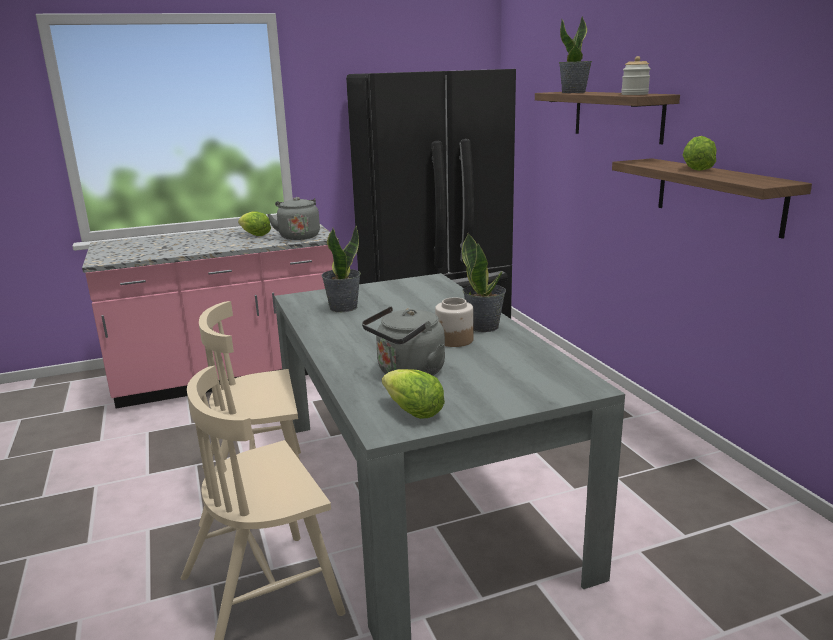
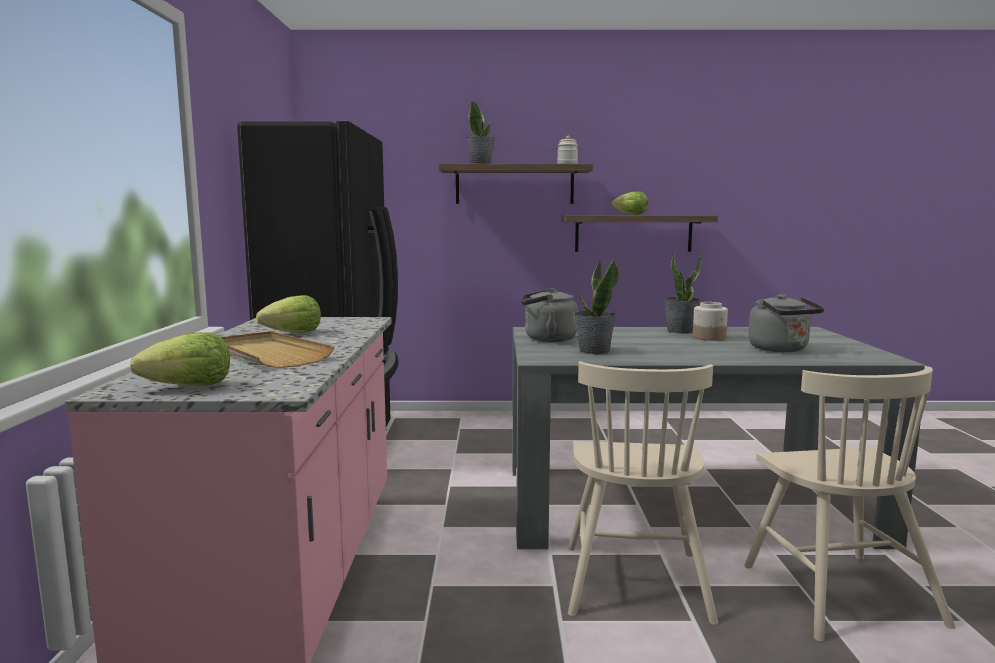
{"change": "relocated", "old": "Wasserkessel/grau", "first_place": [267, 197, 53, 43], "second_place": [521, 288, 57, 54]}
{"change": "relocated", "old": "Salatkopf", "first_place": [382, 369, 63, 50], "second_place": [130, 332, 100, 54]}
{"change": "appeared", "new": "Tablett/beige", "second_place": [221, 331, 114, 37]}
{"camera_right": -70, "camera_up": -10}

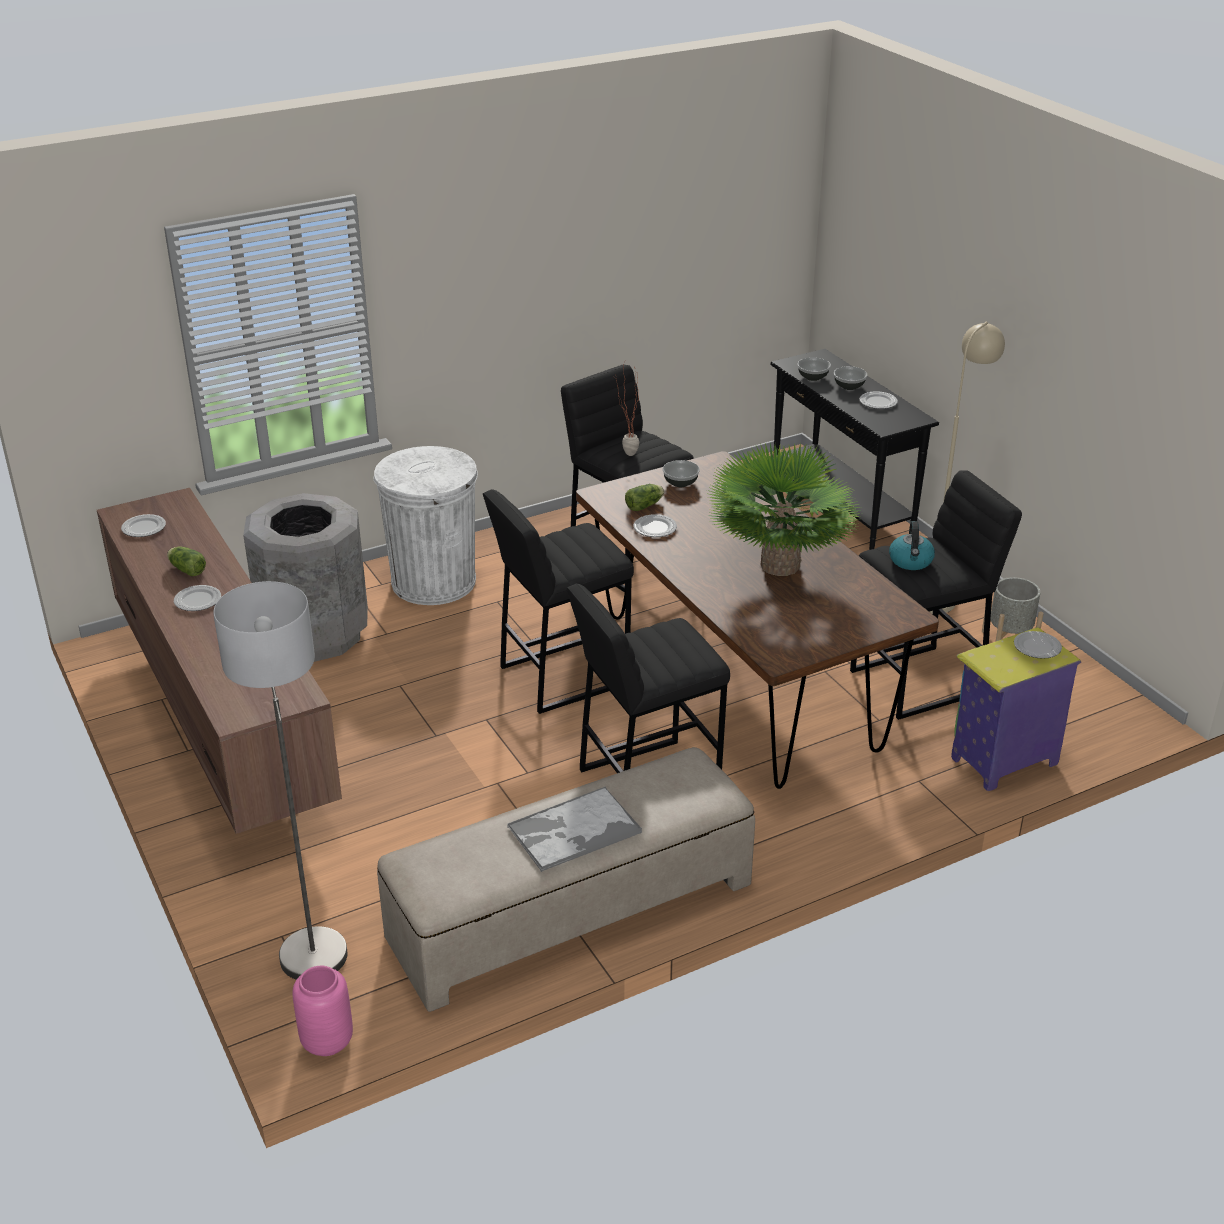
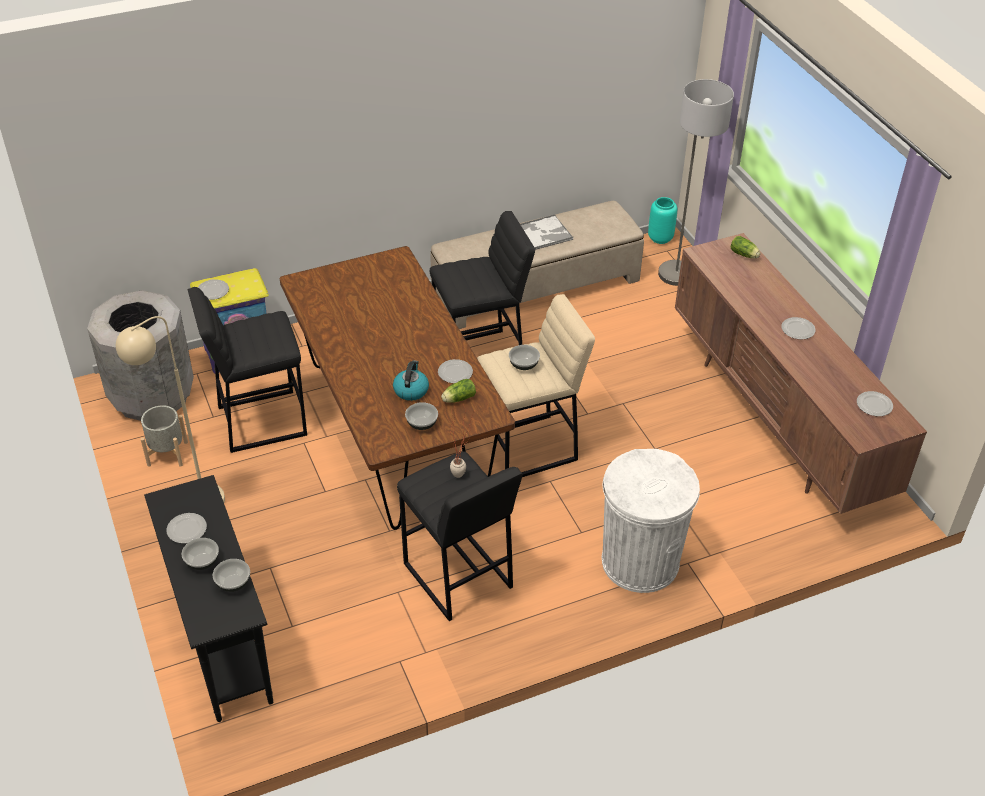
{"change": "relocated", "old": "Salatkopf", "first_place": [167, 546, 39, 30], "second_place": [731, 236, 29, 23]}
{"change": "relocated", "old": "Mülleimer/grau", "first_place": [243, 493, 125, 169], "second_place": [87, 290, 107, 131]}
{"change": "colour", "old": "Vase/rosa", "new": "Vase/türkis", "first_place": [292, 966, 61, 90], "second_place": [648, 197, 29, 47]}
{"change": "colour", "old": "Hocker/schwarz", "new": "Hocker/beige", "first_place": [483, 489, 151, 225], "second_place": [477, 294, 118, 183]}
{"change": "missing", "old": "Topfpflanze", "first_place": [707, 443, 156, 133]}
{"change": "relocated", "old": "Wasserkessel", "first_place": [889, 521, 46, 49], "second_place": [393, 360, 36, 41]}
{"change": "appeared", "new": "Schüssel", "second_place": [509, 345, 31, 25]}
{"camera_right": -175, "camera_up": 10}

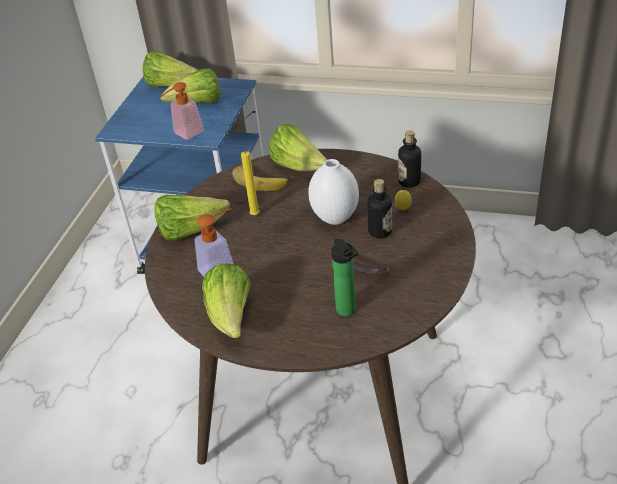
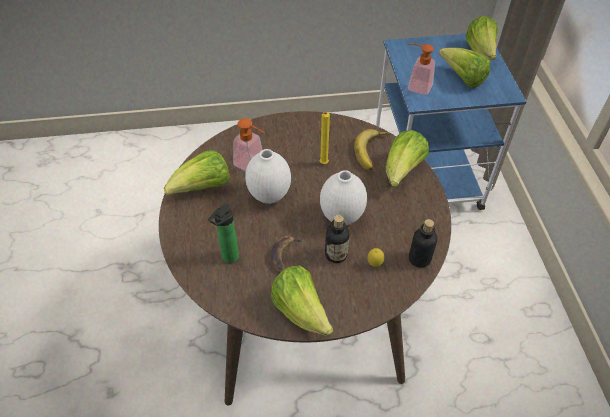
{"change": "relocated", "old": "Salatkopf", "first_place": [154, 195, 76, 46], "second_place": [271, 265, 62, 71]}
{"change": "appeared", "new": "Vase/weiß", "second_place": [245, 149, 46, 55]}
{"camera_right": 65, "camera_up": 10}

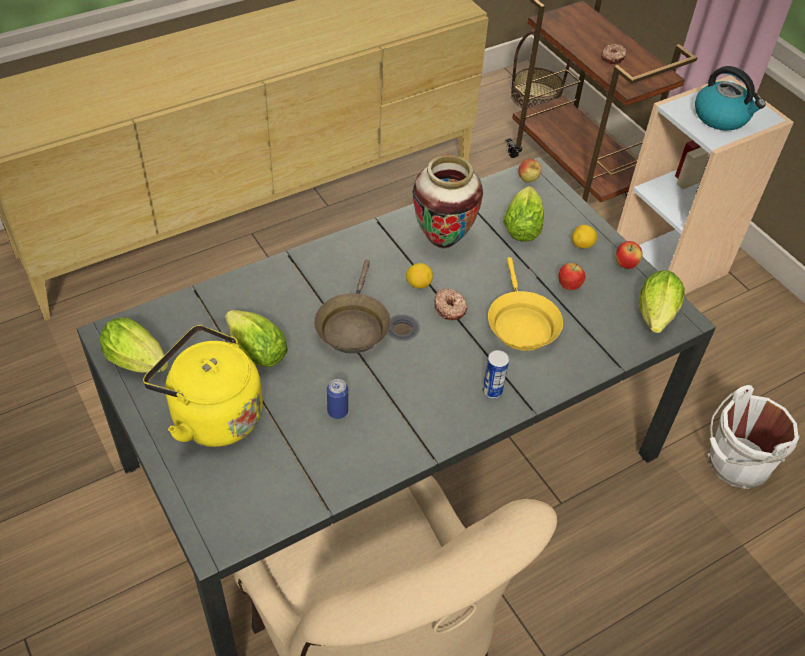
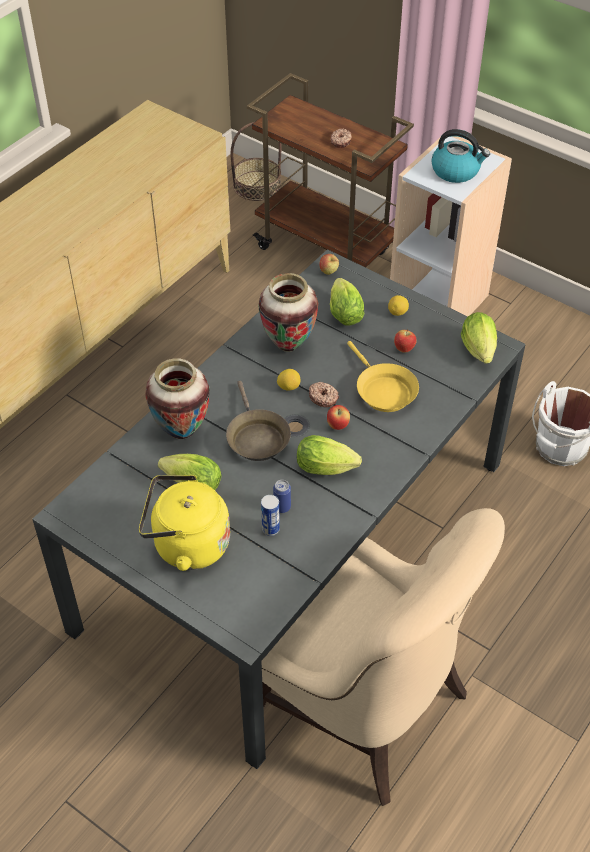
{"change": "relocated", "old": "Salatkopf", "first_place": [100, 318, 69, 55], "second_place": [297, 435, 65, 40]}
{"change": "relocated", "old": "Dose", "first_place": [482, 350, 27, 49], "second_place": [261, 495, 19, 41]}
{"change": "relocated", "old": "Apfel", "first_place": [616, 241, 27, 28], "second_place": [327, 405, 23, 25]}
{"change": "appeared", "new": "Vase", "second_place": [145, 358, 65, 81]}
{"camera_right": -20, "camera_up": 0}

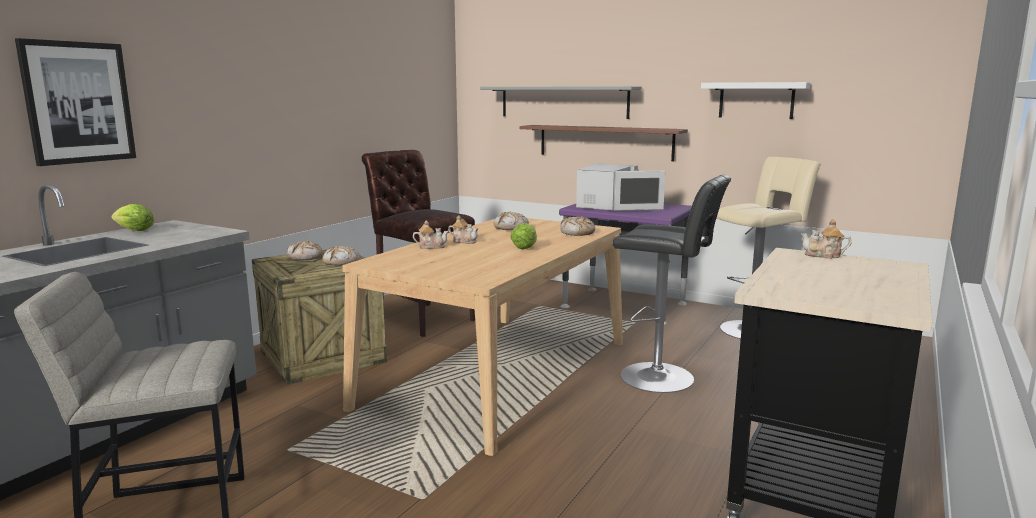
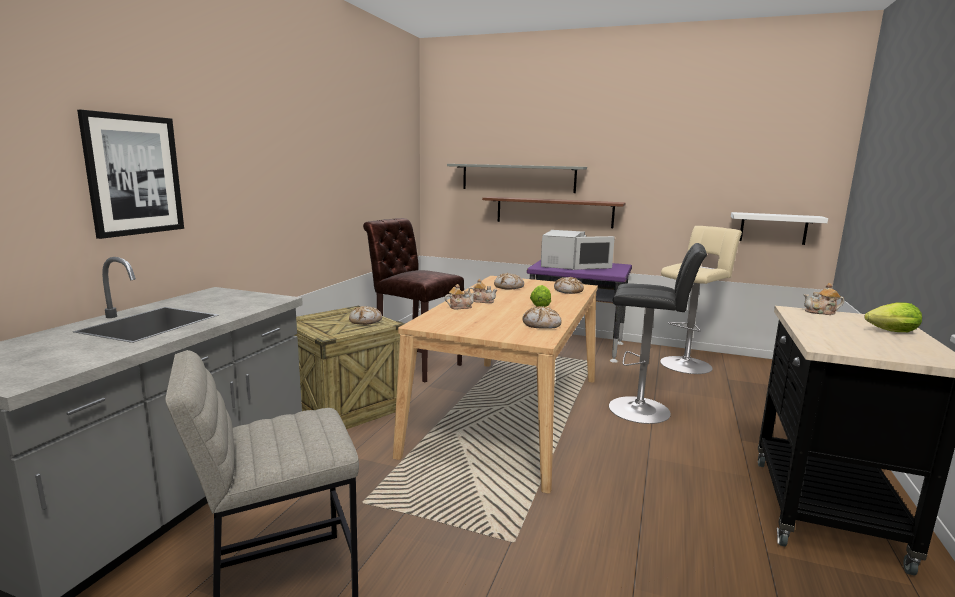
{"change": "relocated", "old": "Salatkopf", "first_place": [111, 204, 43, 27], "second_place": [864, 303, 58, 29]}
{"change": "relocated", "old": "Brot", "first_place": [287, 241, 36, 19], "second_place": [522, 306, 40, 23]}
{"change": "relocated", "old": "Wandregal/weiß", "first_place": [701, 82, 110, 37], "second_place": [731, 212, 97, 33]}
{"camera_right": -10, "camera_up": 0}

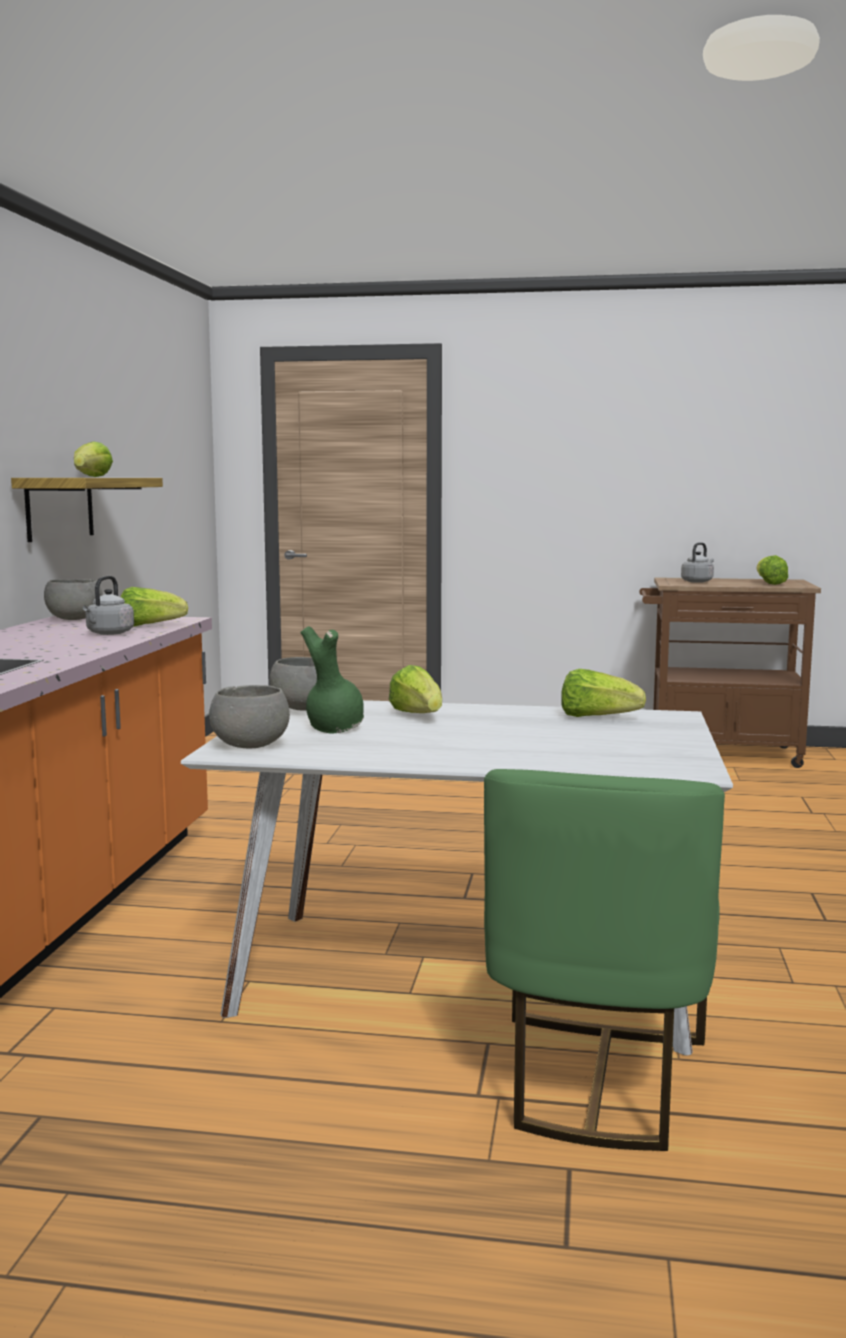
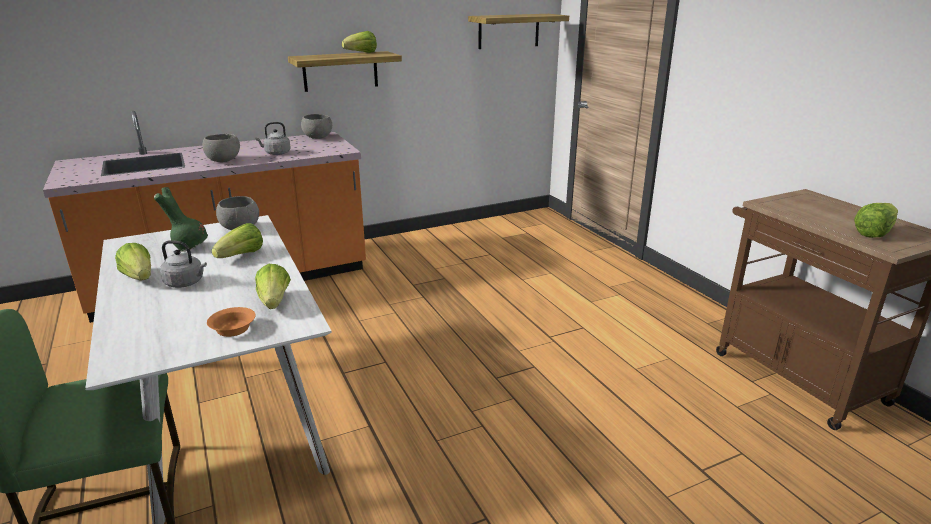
{"change": "relocated", "old": "Salatkopf", "first_place": [121, 587, 67, 40], "second_place": [115, 243, 36, 37]}
{"change": "relocated", "old": "Schüssel/grau", "first_place": [209, 685, 81, 63], "second_place": [202, 134, 38, 28]}
{"change": "relocated", "old": "Wasserkessel/grau", "first_place": [681, 542, 33, 41], "second_place": [160, 240, 47, 48]}
{"change": "appeared", "new": "Schüssel/orange", "second_place": [207, 307, 49, 30]}
{"change": "appeared", "new": "Wandregal", "second_place": [468, 14, 101, 35]}
{"camera_right": 55, "camera_up": 15}

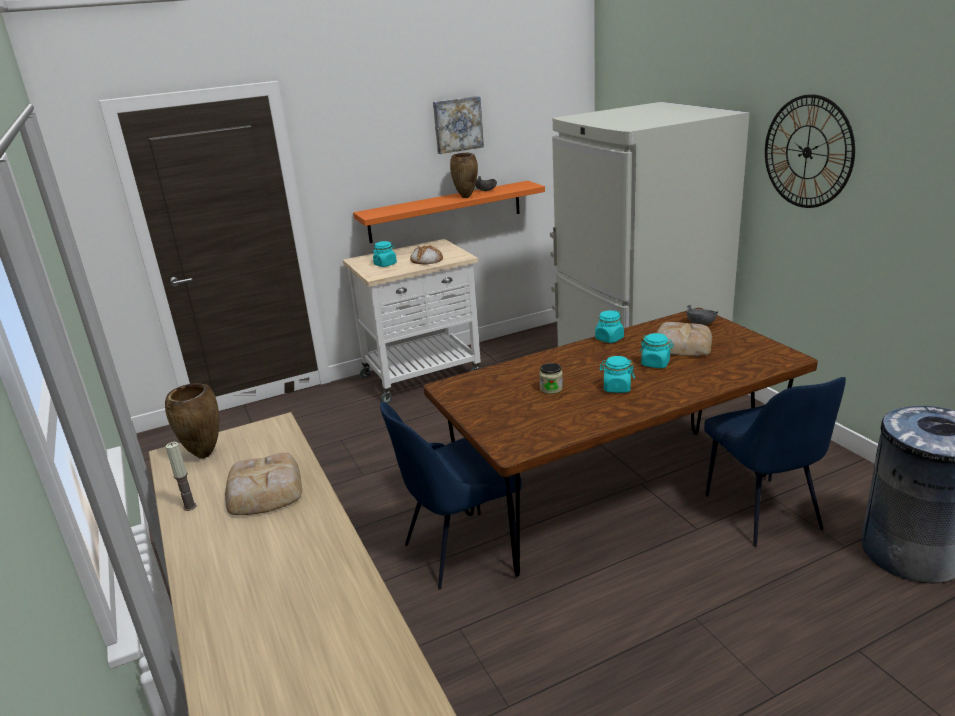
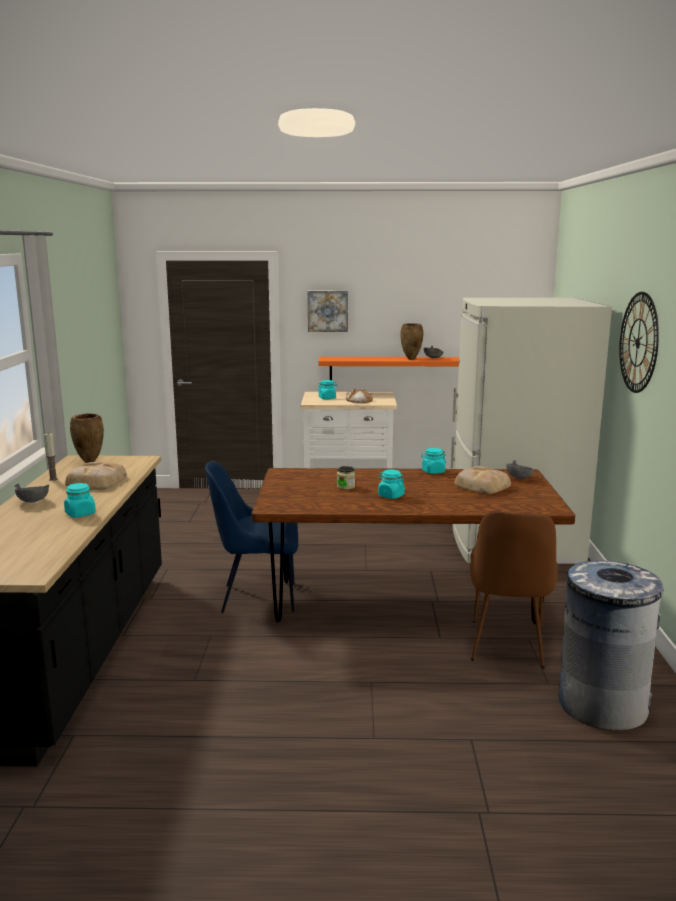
{"change": "relocated", "old": "Bild", "first_place": [433, 96, 51, 58], "second_place": [308, 291, 40, 41]}
{"change": "relocated", "old": "Vorratsglas/türkis", "first_place": [639, 333, 35, 35], "second_place": [64, 483, 32, 35]}
{"change": "colour", "old": "Stuhl/blau", "new": "Stuhl/braun", "first_place": [704, 377, 142, 170], "second_place": [470, 511, 87, 158]}
{"change": "appeared", "new": "Schüssel/grau", "second_place": [15, 483, 34, 20]}
{"camera_right": 25, "camera_up": -10}

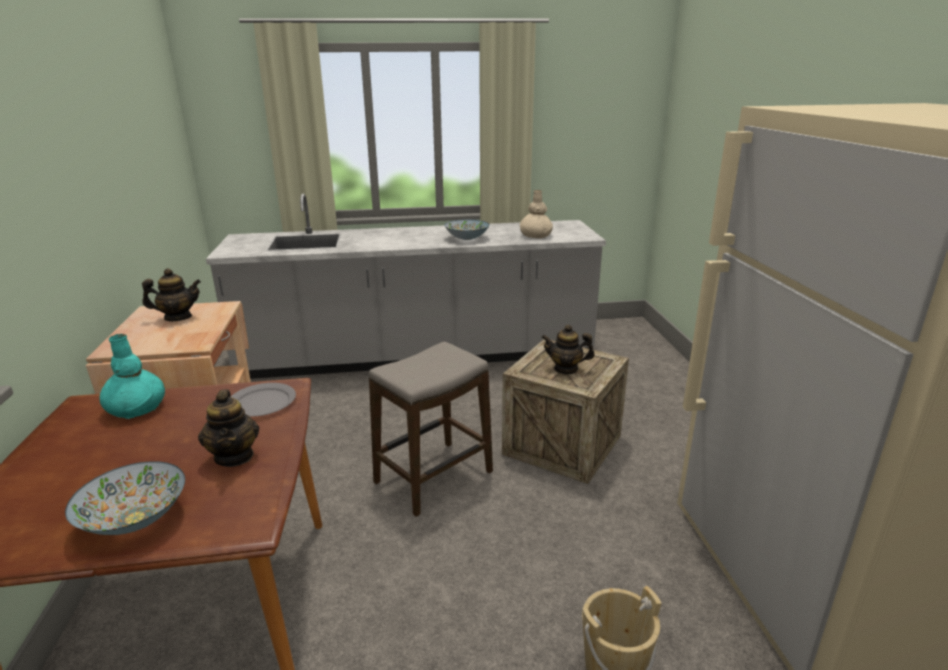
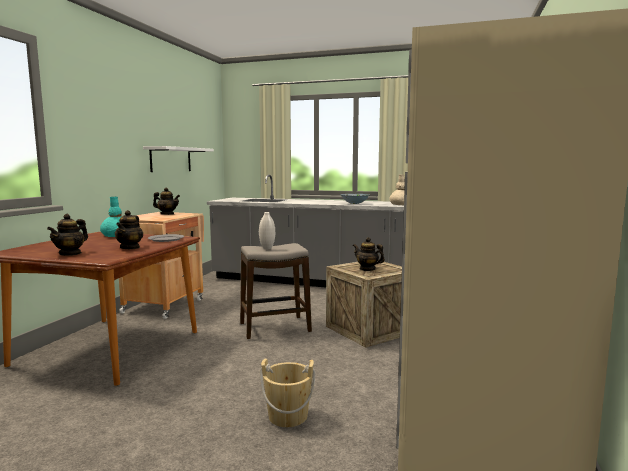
{"change": "exchanged", "old": "Schüssel", "new": "Teekanne", "first_place": [65, 461, 120, 74], "second_place": [47, 214, 41, 42]}
{"change": "appeared", "new": "Wandregal/weiß", "second_place": [143, 146, 71, 26]}
{"change": "appeared", "new": "Vase/weiß", "second_place": [259, 212, 16, 37]}
{"camera_right": 25, "camera_up": -15}

